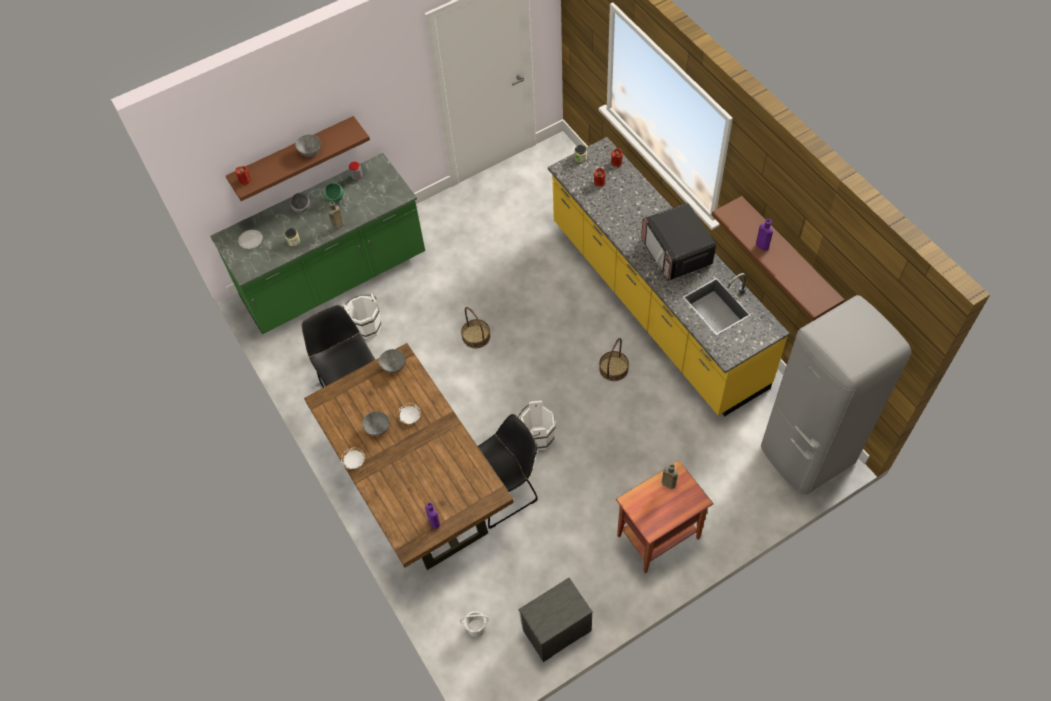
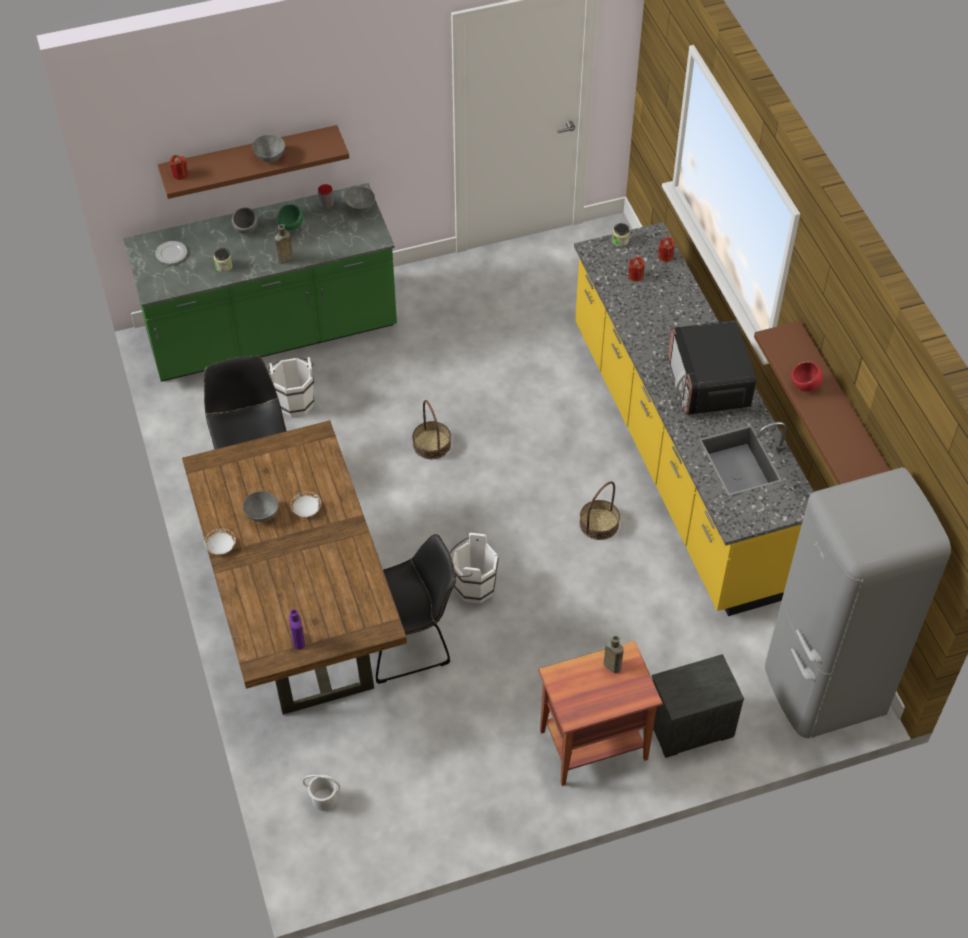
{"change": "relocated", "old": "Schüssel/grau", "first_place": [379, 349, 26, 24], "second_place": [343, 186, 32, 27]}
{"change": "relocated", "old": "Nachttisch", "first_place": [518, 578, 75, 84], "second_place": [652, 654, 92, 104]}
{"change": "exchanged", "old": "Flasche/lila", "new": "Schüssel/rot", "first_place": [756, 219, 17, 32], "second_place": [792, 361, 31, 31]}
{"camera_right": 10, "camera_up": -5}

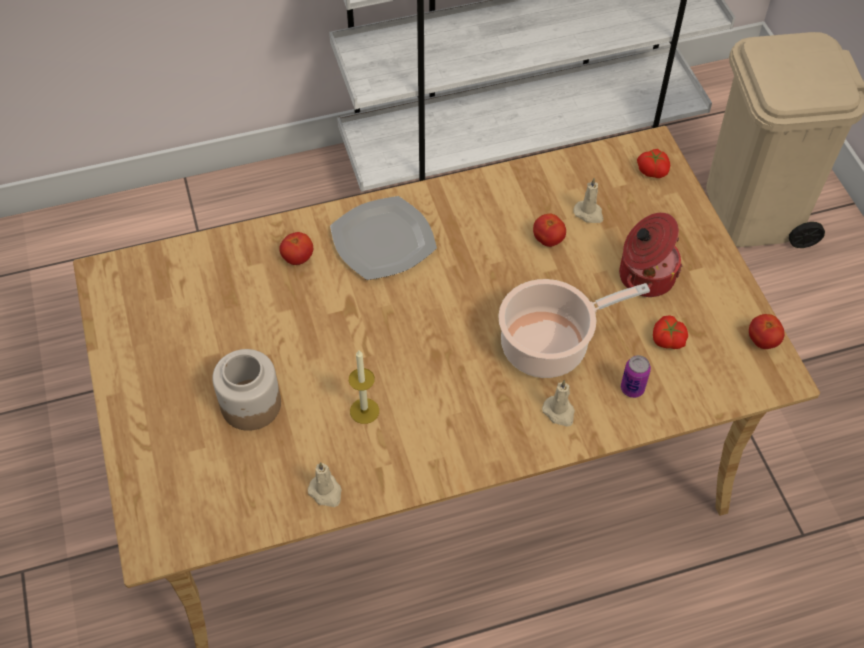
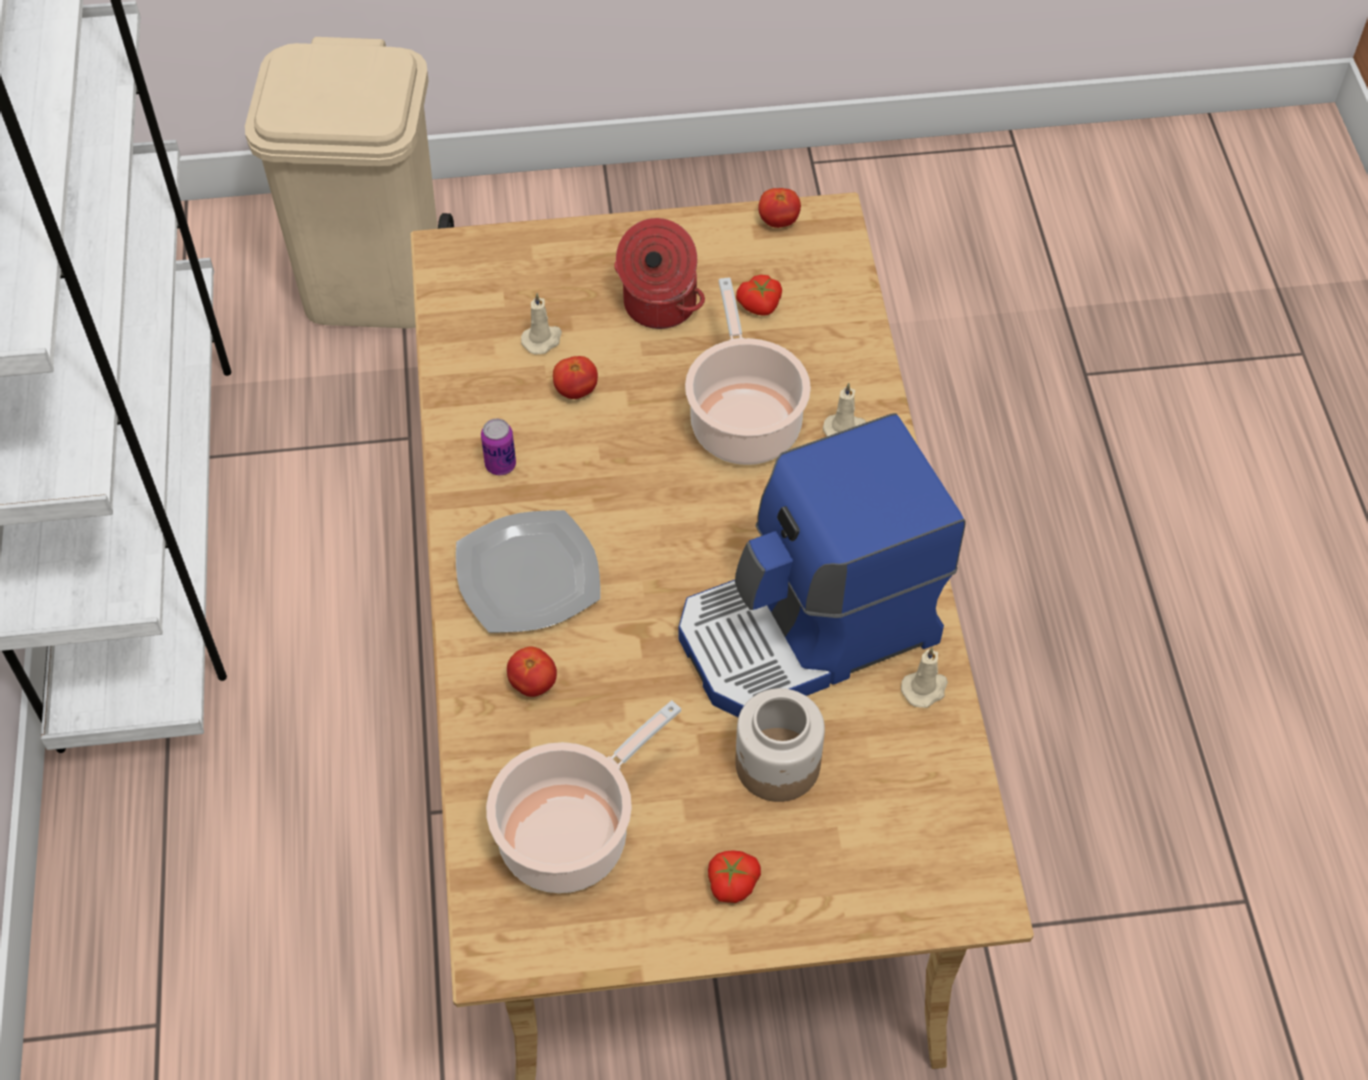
{"change": "exchanged", "old": "Kerze", "new": "Kaffeemaschine", "first_place": [349, 351, 30, 73], "second_place": [679, 413, 286, 304]}
{"change": "relocated", "old": "Dose", "first_place": [621, 355, 30, 43], "second_place": [481, 419, 35, 56]}
{"change": "relocated", "old": "Tomate", "first_place": [637, 149, 33, 29], "second_place": [708, 850, 53, 53]}
{"change": "appeared", "new": "Kochtopf", "second_place": [486, 700, 195, 193]}
{"camera_right": -80, "camera_up": 0}

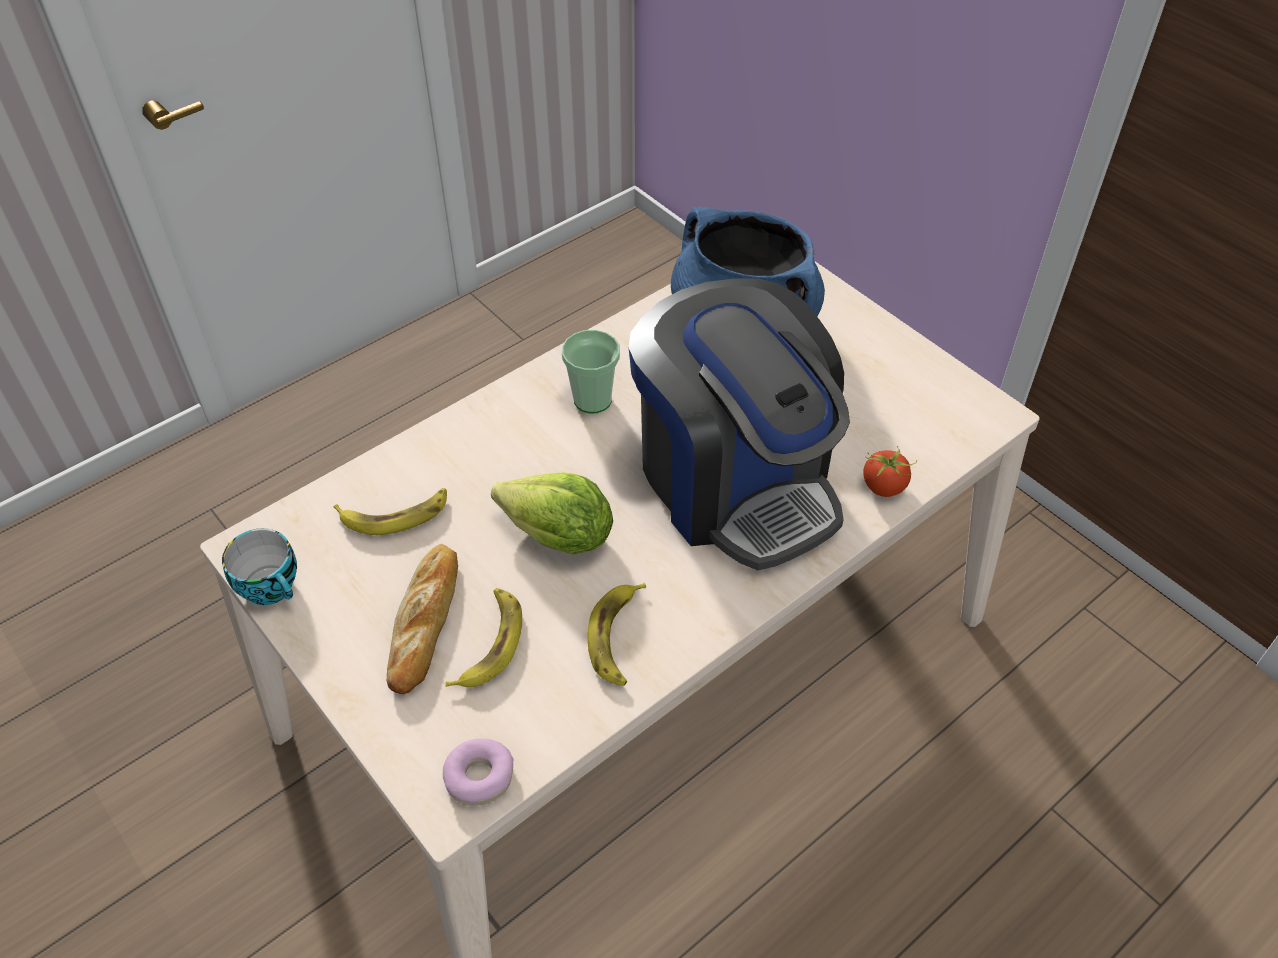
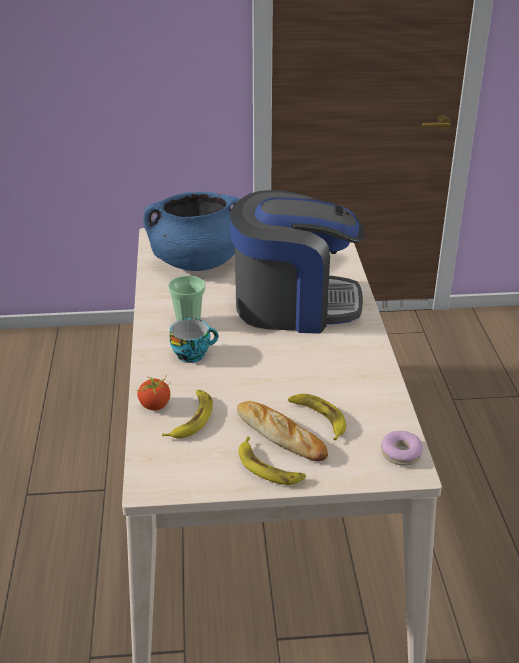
{"change": "relocated", "old": "Tasse", "first_place": [222, 528, 75, 77], "second_place": [169, 318, 50, 45]}
{"change": "missing", "old": "Salatkopf", "first_place": [491, 472, 122, 82]}
{"change": "relocated", "old": "Banane", "first_place": [588, 583, 58, 103], "second_place": [239, 437, 67, 48]}
{"change": "relocated", "old": "Tomate", "first_place": [863, 446, 54, 51], "second_place": [136, 374, 36, 36]}
{"camera_right": -55, "camera_up": -15}

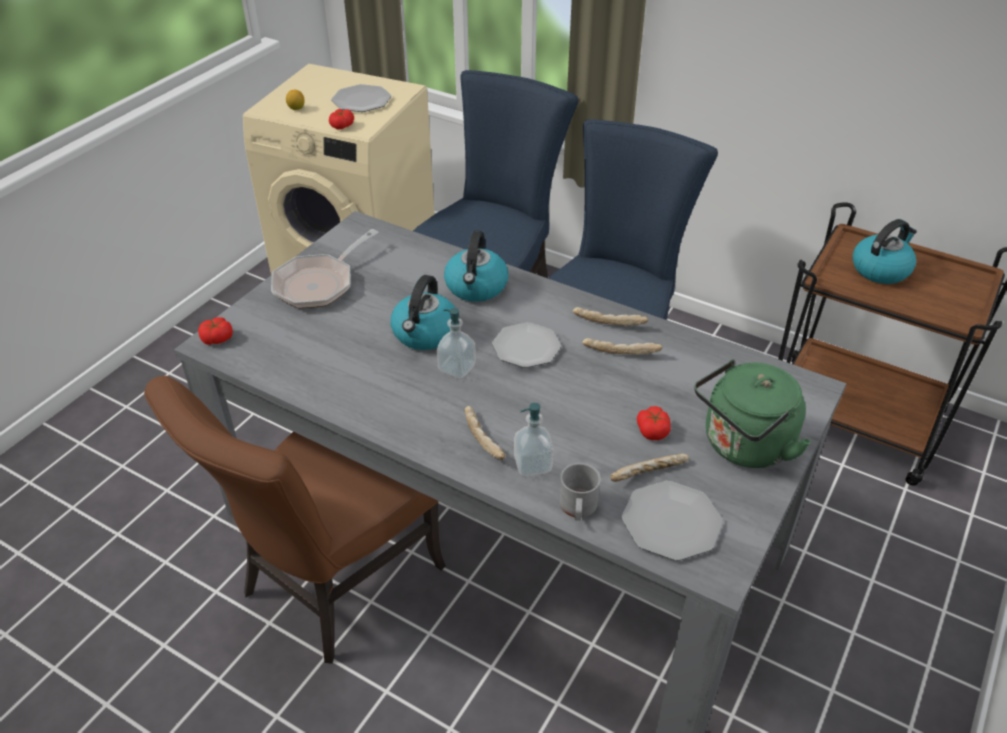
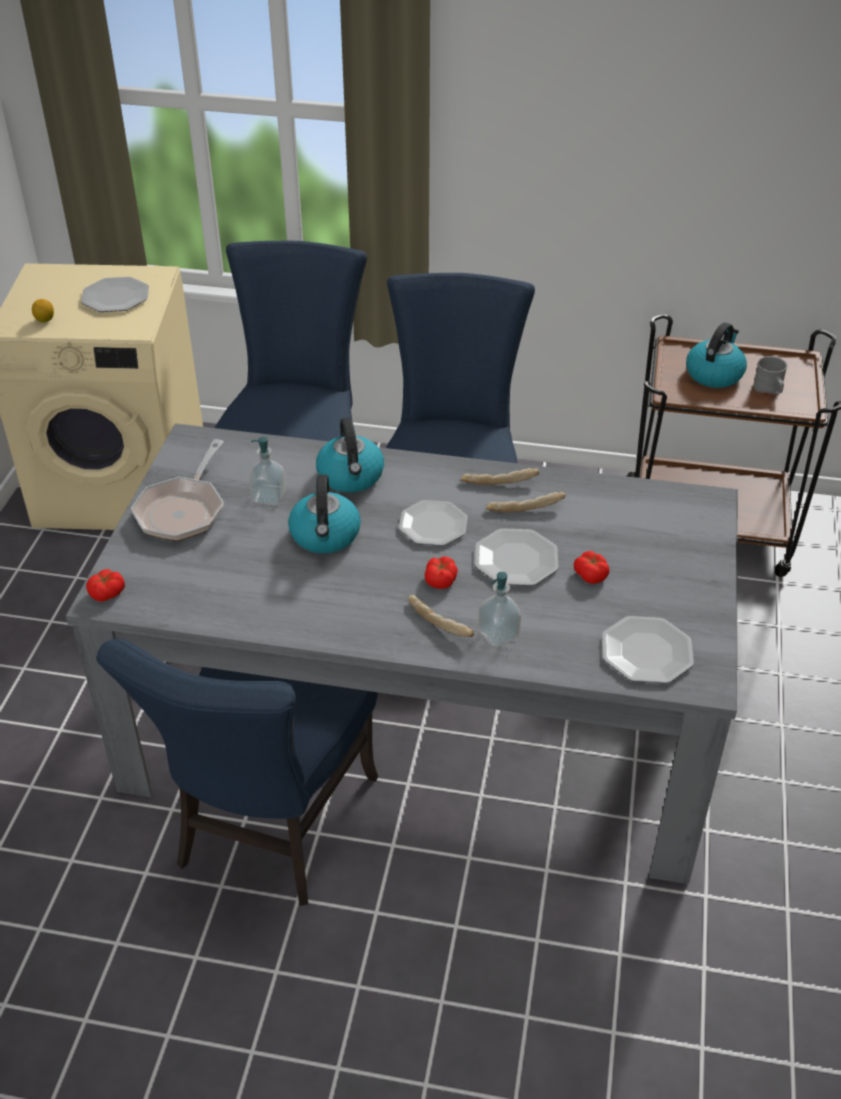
{"change": "colour", "old": "Stuhl/braun", "new": "Stuhl/blau", "first_place": [144, 376, 302, 288], "second_place": [96, 638, 282, 268]}
{"change": "relocated", "old": "Tomate", "first_place": [329, 109, 25, 21], "second_place": [425, 556, 33, 33]}
{"change": "relocated", "old": "Seifenspender", "first_place": [437, 308, 39, 71], "second_place": [249, 437, 37, 68]}
{"change": "relocated", "old": "Henkelbecher/grau", "first_place": [560, 463, 41, 58], "second_place": [753, 356, 35, 40]}
{"change": "missing", "old": "Brot", "first_place": [610, 453, 80, 29]}
{"change": "missing", "old": "Wasserkessel/grün", "first_place": [694, 359, 117, 109]}
{"change": "appeared", "new": "Teller", "second_place": [475, 529, 83, 57]}
{"camera_right": -20, "camera_up": 0}

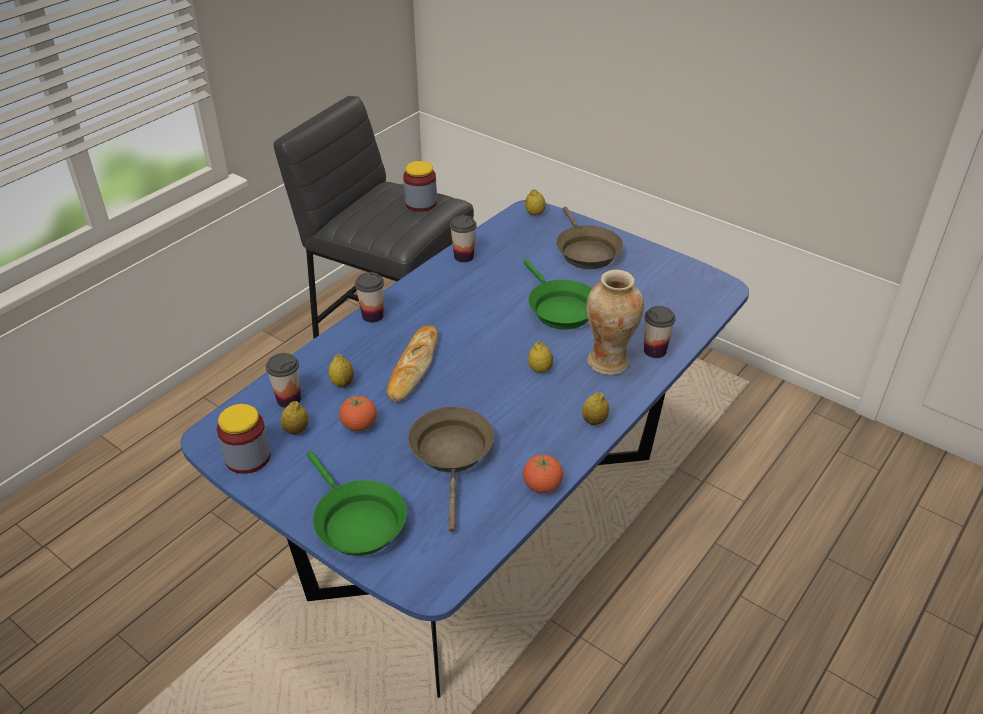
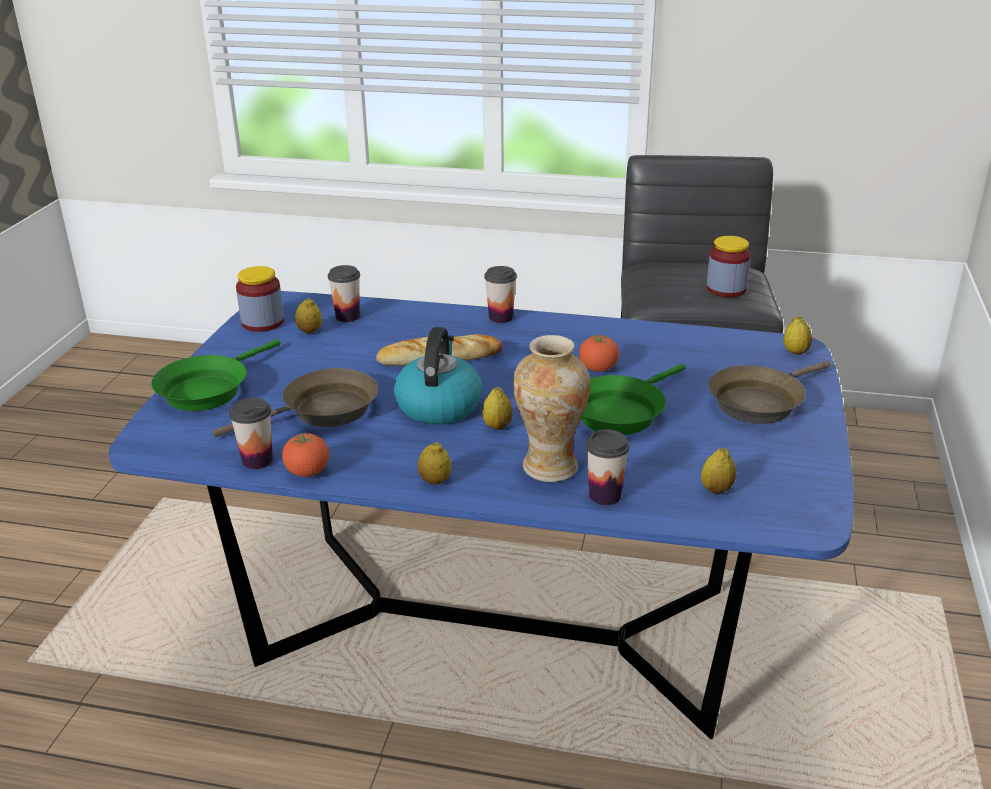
{"change": "relocated", "old": "Zitrone", "first_place": [328, 354, 26, 33], "second_place": [701, 448, 35, 47]}
{"change": "relocated", "old": "Tomate", "first_place": [339, 395, 38, 36], "second_place": [579, 335, 40, 37]}
{"change": "relocated", "old": "Tasse", "first_place": [450, 215, 27, 48], "second_place": [229, 397, 44, 72]}
{"change": "appeared", "new": "Wasserkessel", "second_place": [394, 327, 89, 97]}
{"camera_right": 65, "camera_up": -10}

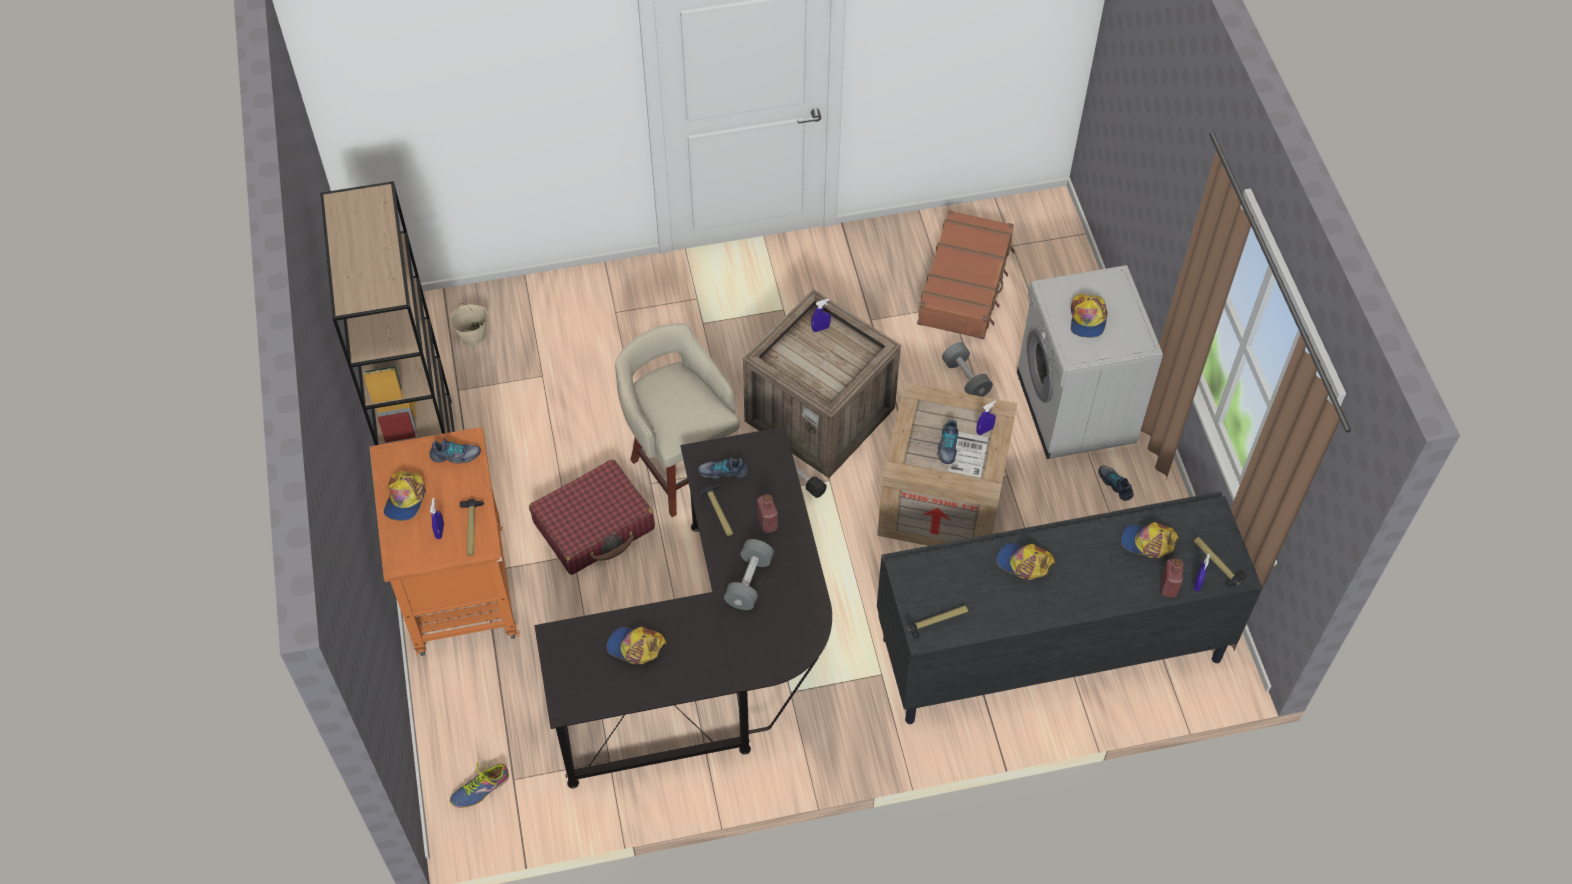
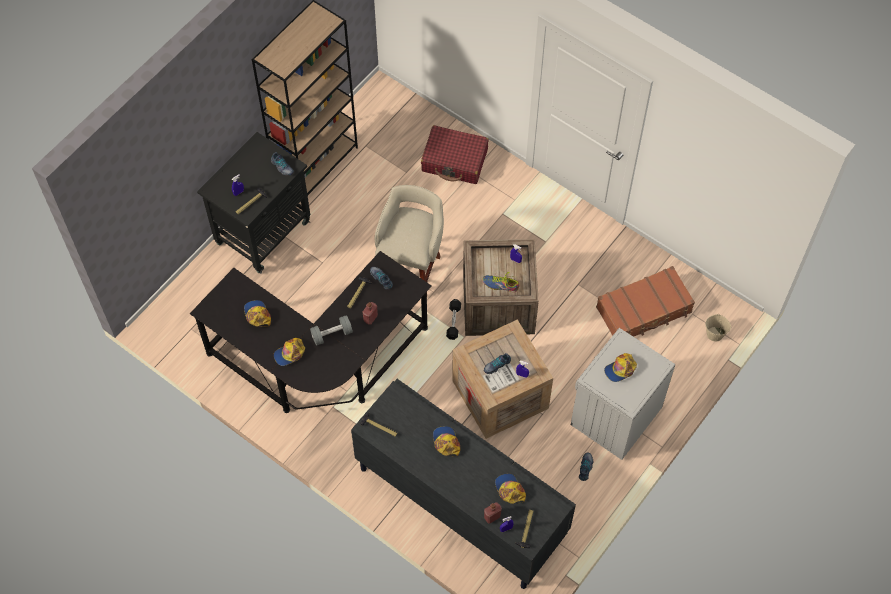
{"change": "colour", "old": "Rollwagen/orange", "new": "Rollwagen/schwarz", "first_place": [370, 427, 149, 229], "second_place": [197, 132, 114, 142]}
{"change": "relocated", "old": "Kappe", "first_place": [384, 470, 42, 51], "second_place": [274, 338, 31, 28]}
{"change": "relocated", "old": "Eimer/beige", "first_place": [450, 303, 38, 43], "second_place": [705, 314, 26, 28]}
{"change": "relocated", "old": "Schuh", "first_place": [450, 758, 59, 50], "second_place": [482, 272, 37, 20]}
{"change": "relocated", "old": "Koffer/rot", "first_place": [529, 459, 126, 116], "second_place": [421, 125, 67, 59]}
{"change": "missing", "old": "Hantel/grau", "first_place": [942, 342, 51, 55]}
{"camera_right": 50, "camera_up": 5}

